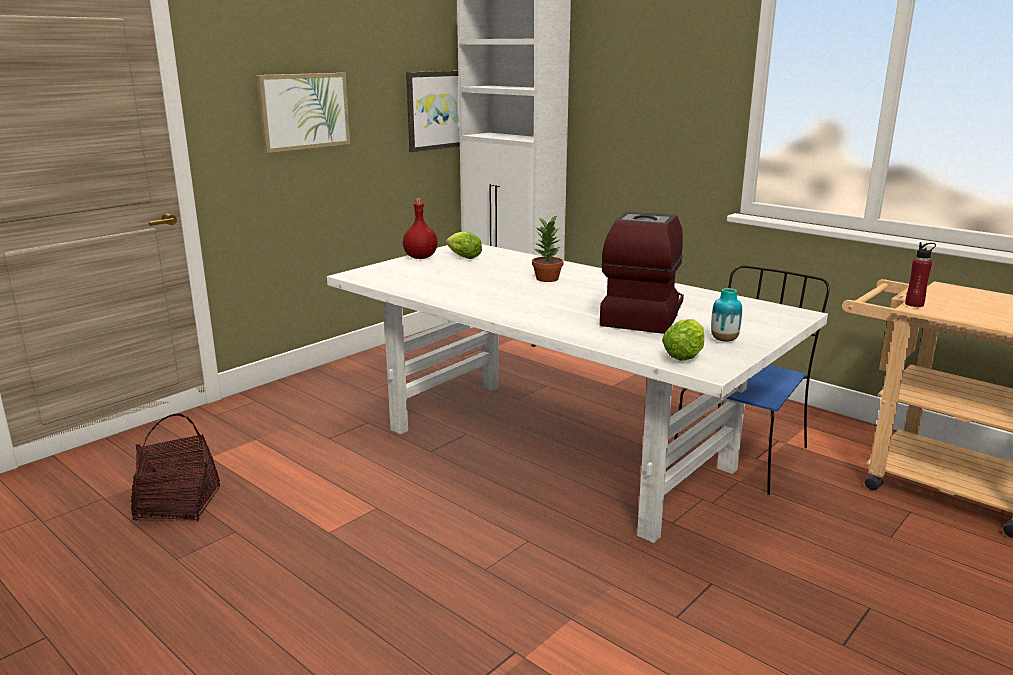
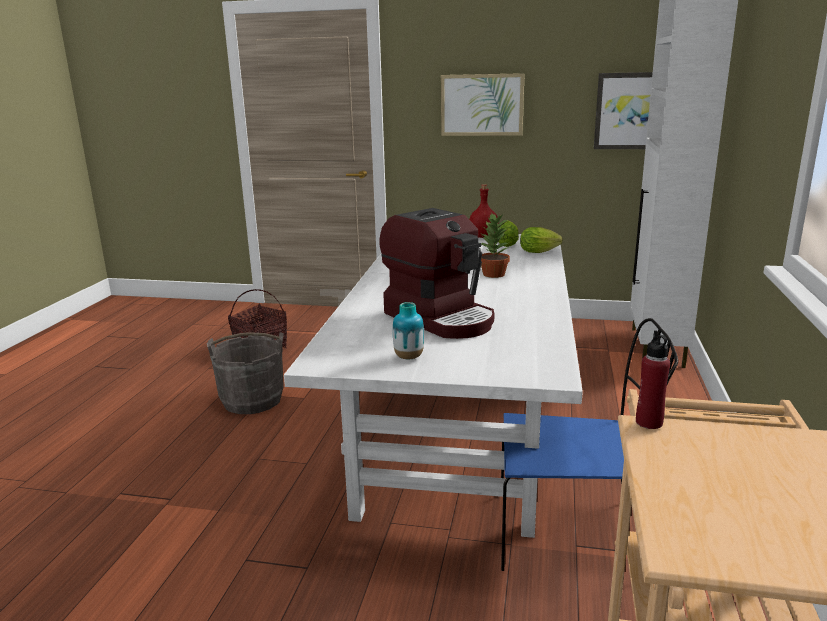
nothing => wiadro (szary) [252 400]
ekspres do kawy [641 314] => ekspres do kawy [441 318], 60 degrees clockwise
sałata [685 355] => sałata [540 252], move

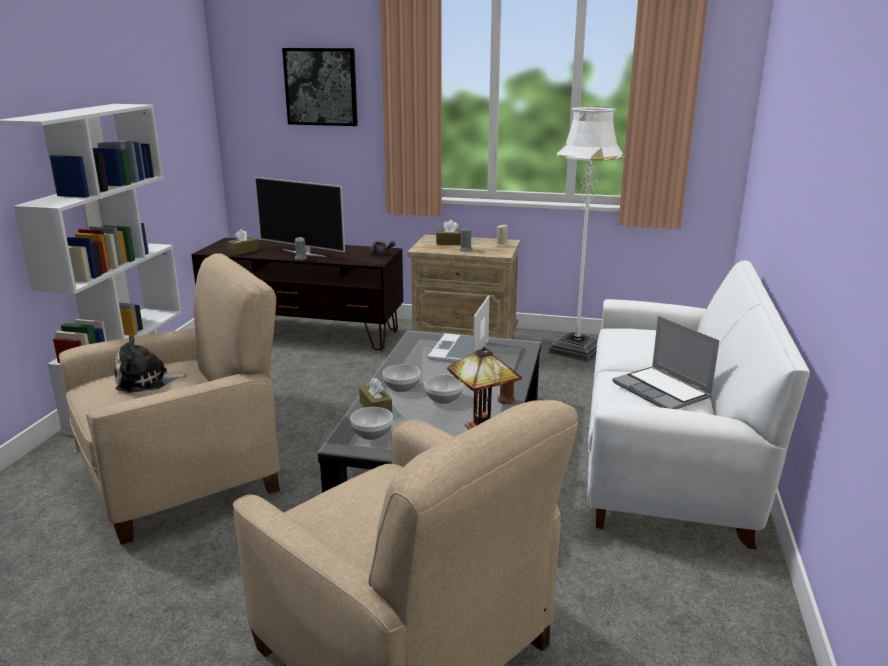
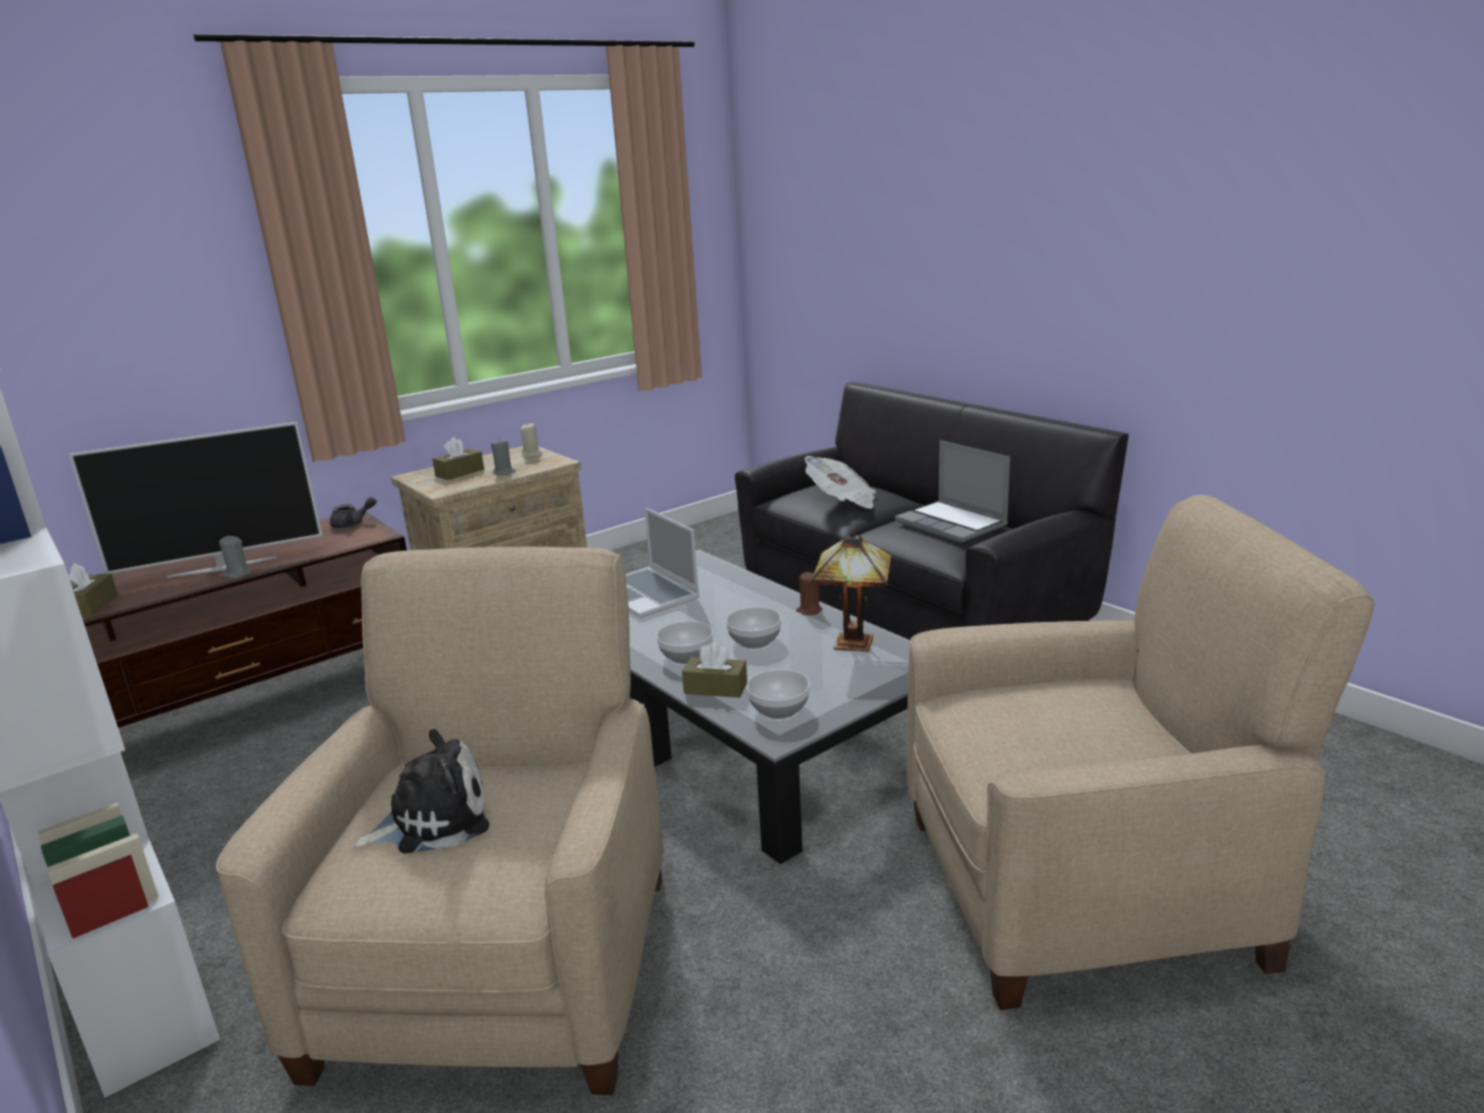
pluszak [146 381] => pluszak [433 820], 135 degrees counterclockwise
kanapa (biały) [667 459] => kanapa (czarny) [912 614]
nothing => gazeta [842 501]
laptop [663 391] => laptop [953 524], 45 degrees clockwise
obraz [321 87] => nothing
lampa stojąca (biały) [576 350] => nothing

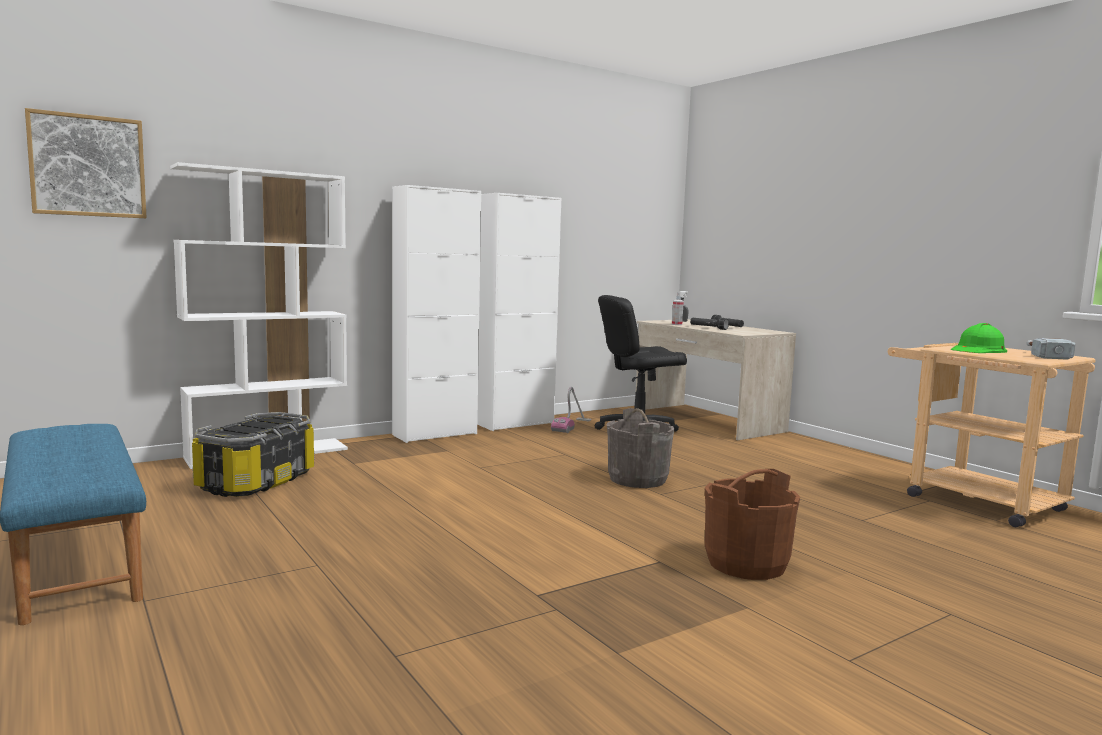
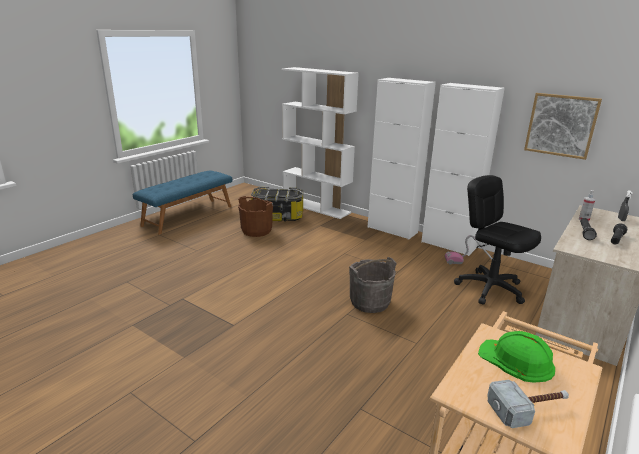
wiadro (brązowy) [746 563] => wiadro (brązowy) [256 231], move
obraz [88 166] => obraz [561 125], move

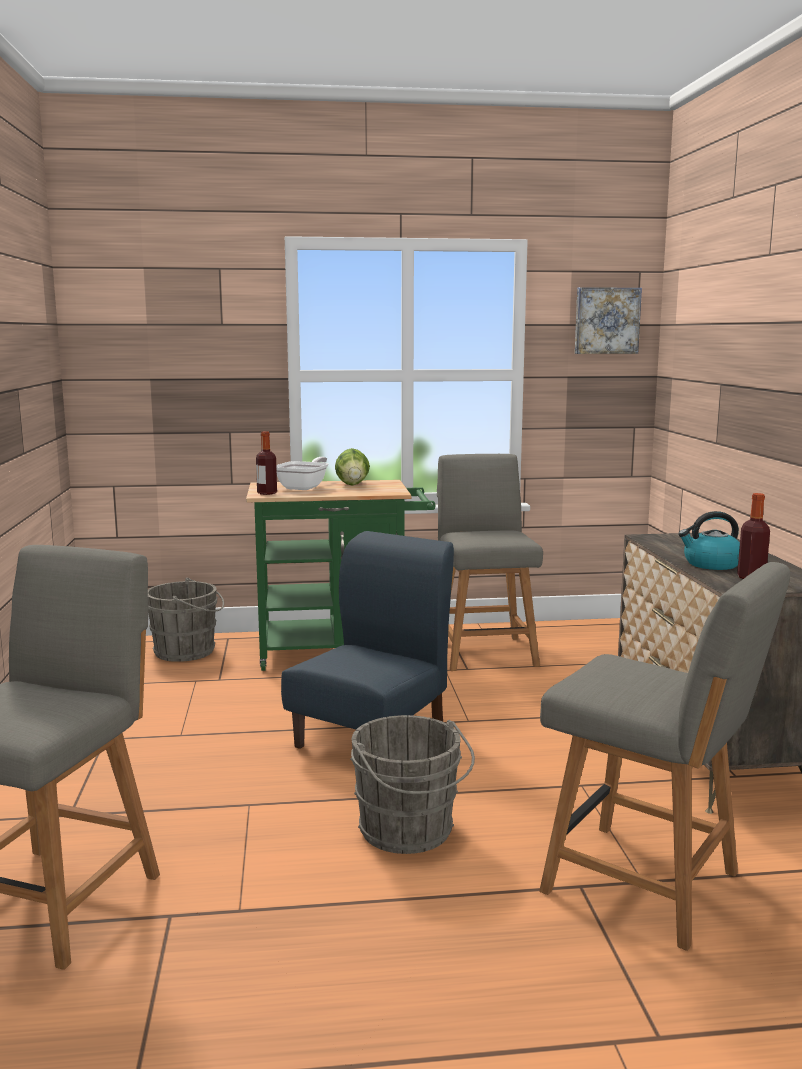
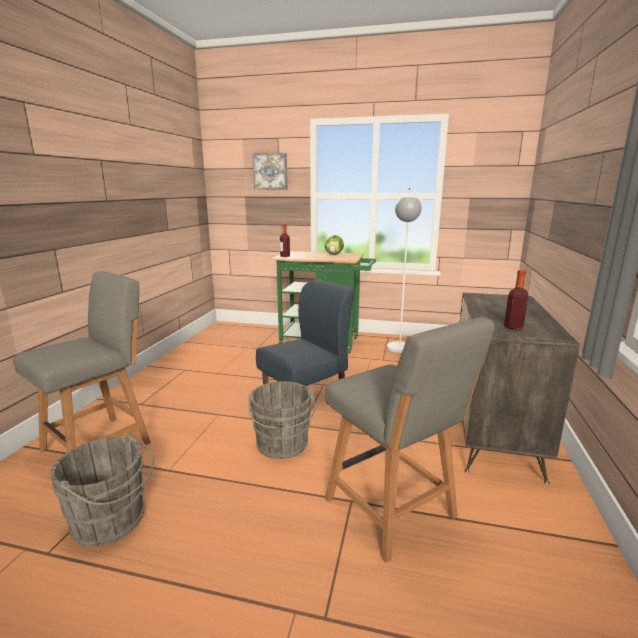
wiadro (szary) [188 651] => wiadro (szary) [112 522], move
obraz [606 321] => obraz [270 171], move
krzesło (szary) [484 651] => lampa stojąca (biały) [399 351]
patelnia [304 487] => nothing
czajnik [711 564] => nothing

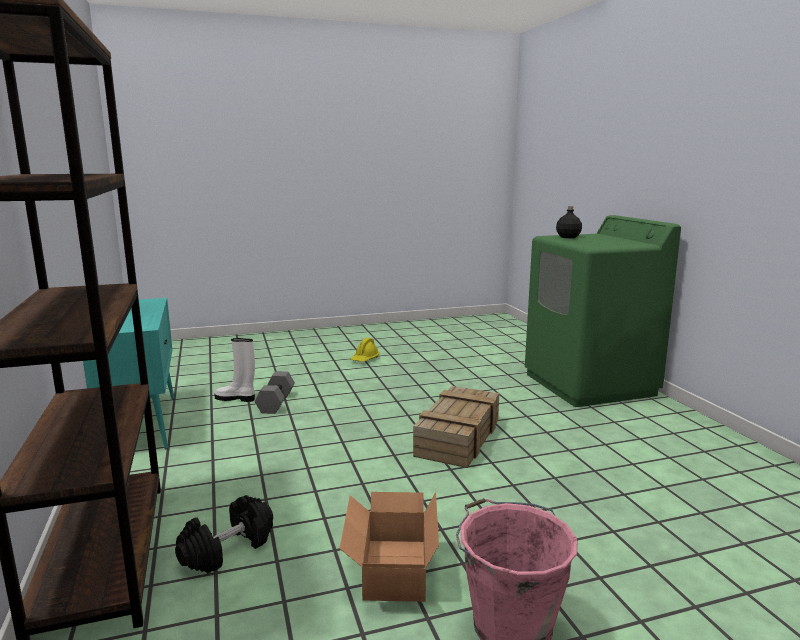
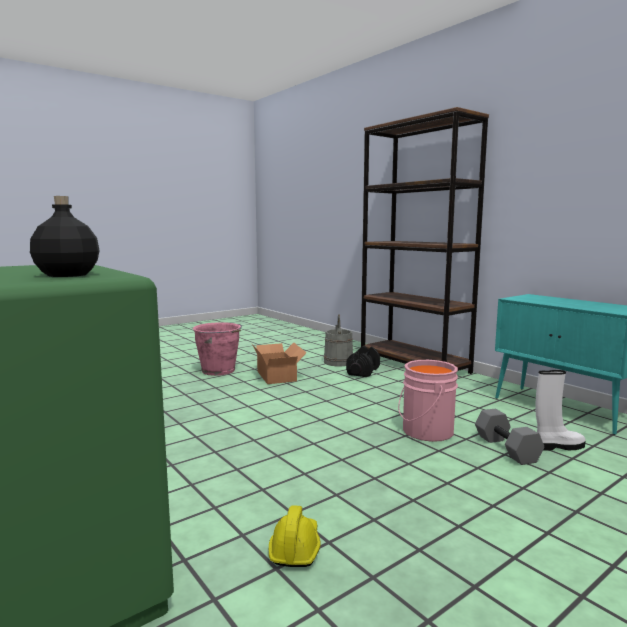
kask (żółty) [365 359] => kask (żółty) [295 547], move
nothing => wiadro (szary) [338 362]
nothing => wiadro (różowy) [425 431]
skrzynka [458 436] => nothing

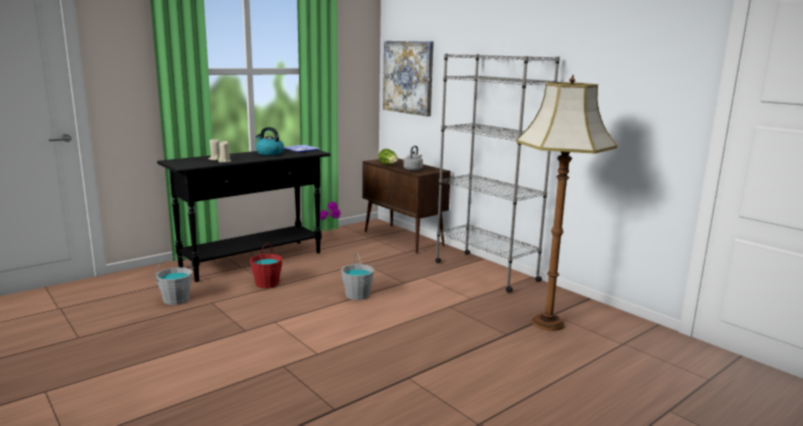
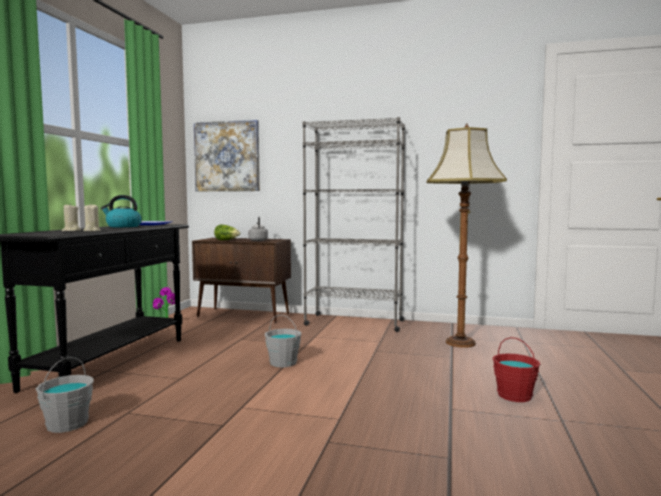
wiadro (czerwony) [267 283] => wiadro (czerwony) [514 395], move

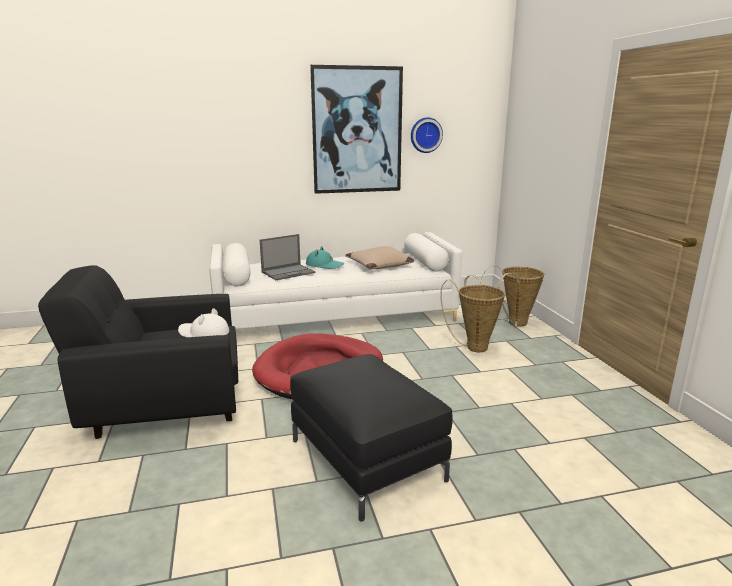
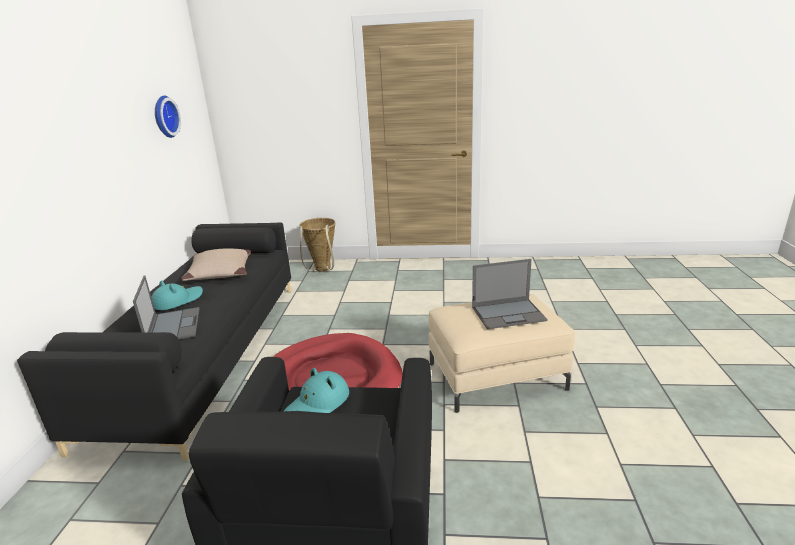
kanapa (biały) [336 316] => kanapa (czarny) [204 353]
kapelusz (biały) [204 333] => kapelusz (turkusowy) [317 404]
pufa (czarny) [366 459] => pufa (beżowy) [496 376]
nothing => laptop [509 313]
obraz [357 131] => nothing
koszyk [473 346] => nothing

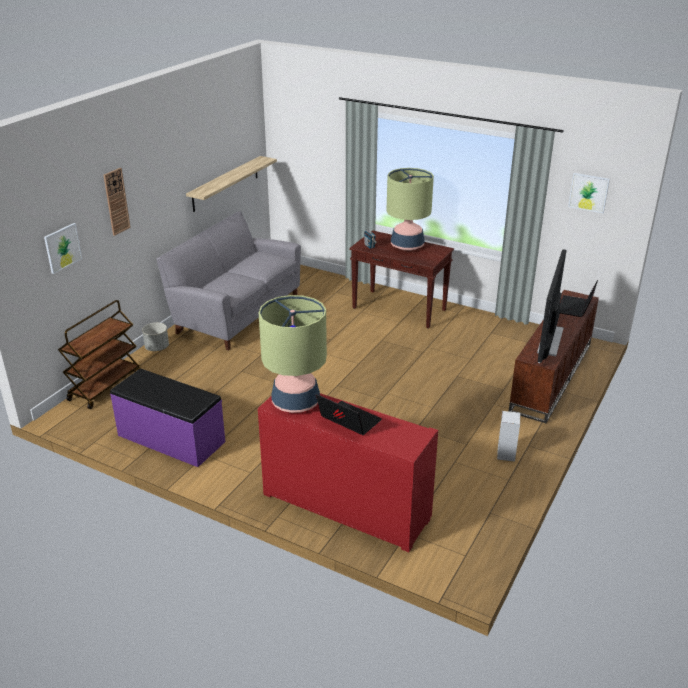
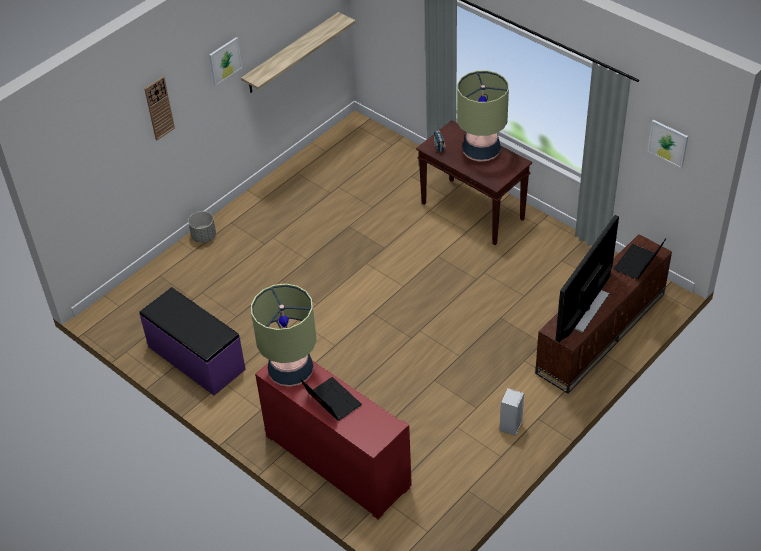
obraz [62 248] => obraz [225 60], move
wózek (brązowy) [105 386] => nothing
kanapa (szary) [236 313] => nothing

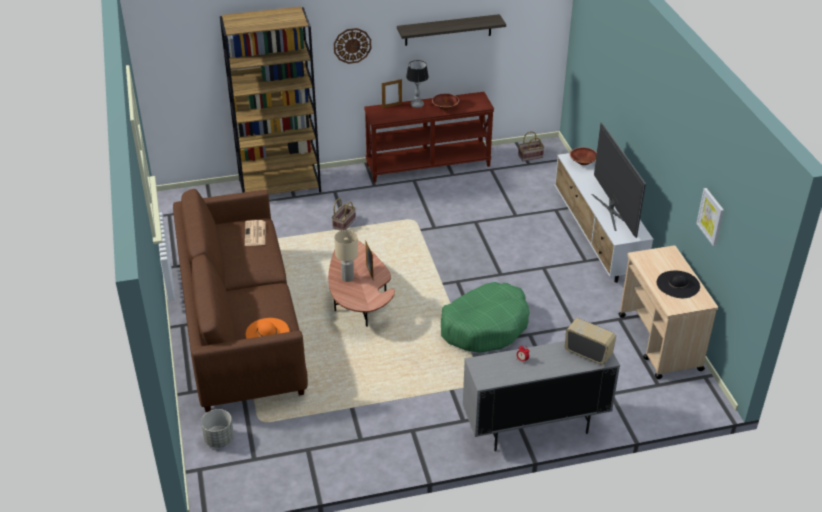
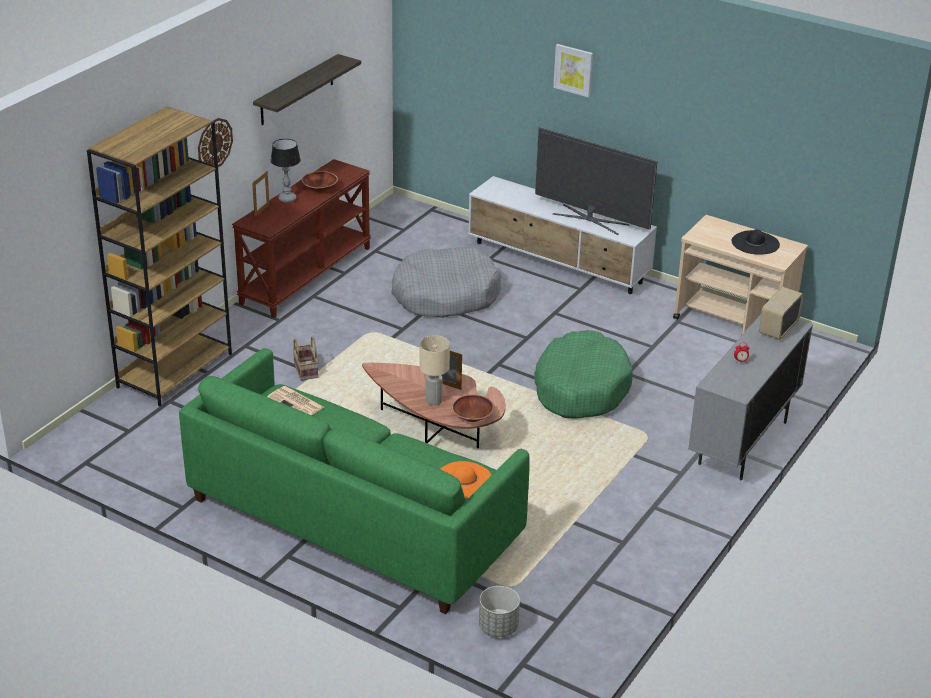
kanapa (brązowy) [240 326] => kanapa (zielony) [353 520]
nothing => legowisko (szary) [445 295]
miska (brązowy) [583 162] => miska (brązowy) [472 417], move
obraz [711 216] => obraz [573 70], move
radio [588 353] => radio [778 328], 45 degrees counterclockwise
koszyk [530 157] => nothing

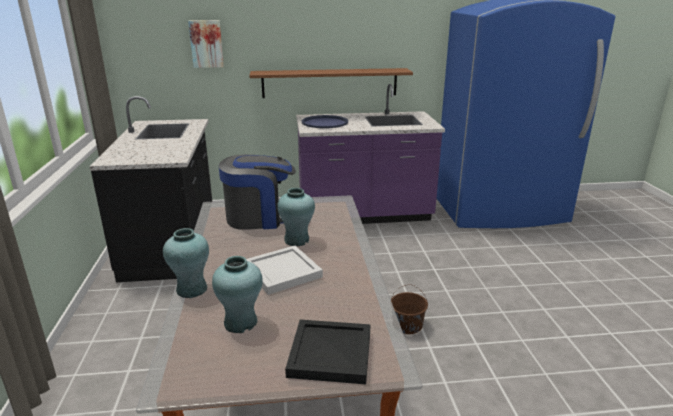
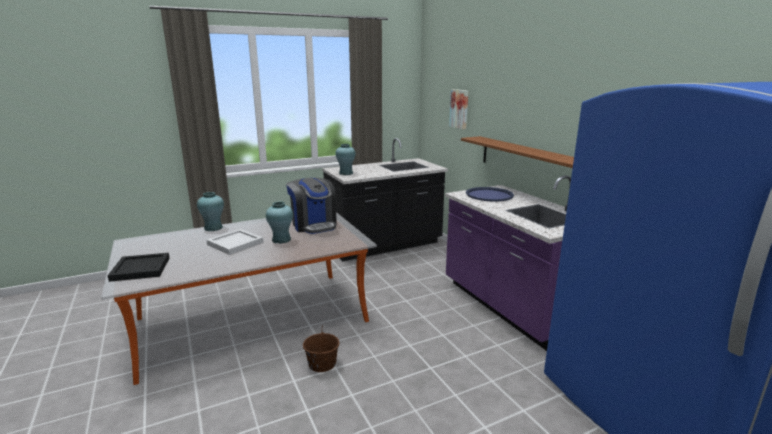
wazon (turkusowy) [241 322] => wazon (turkusowy) [346 173], move

